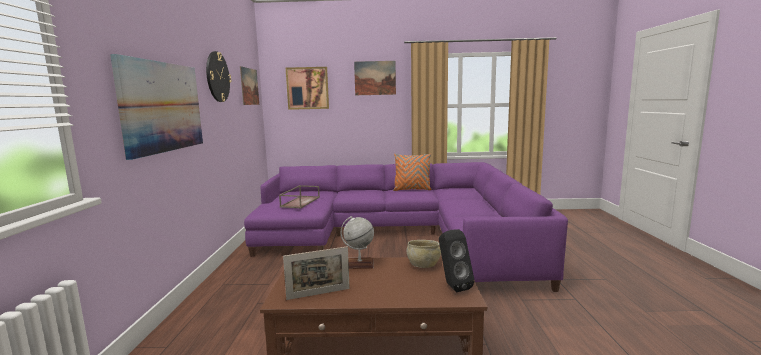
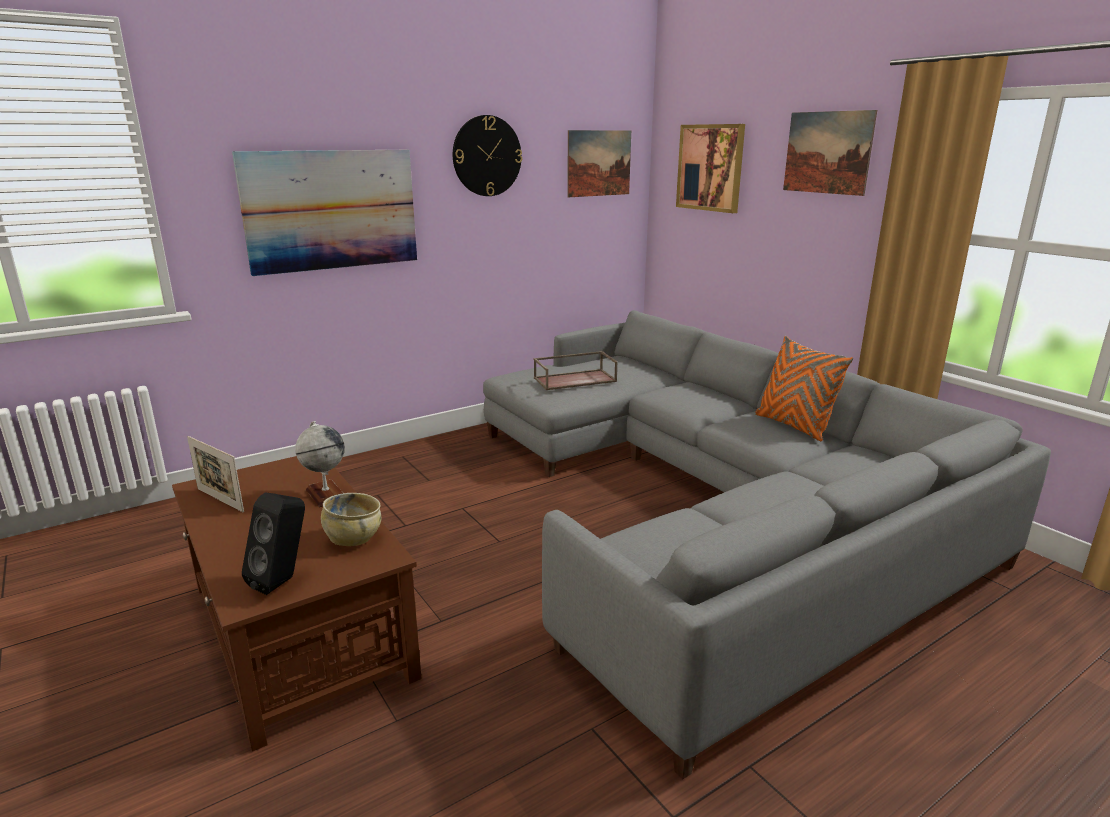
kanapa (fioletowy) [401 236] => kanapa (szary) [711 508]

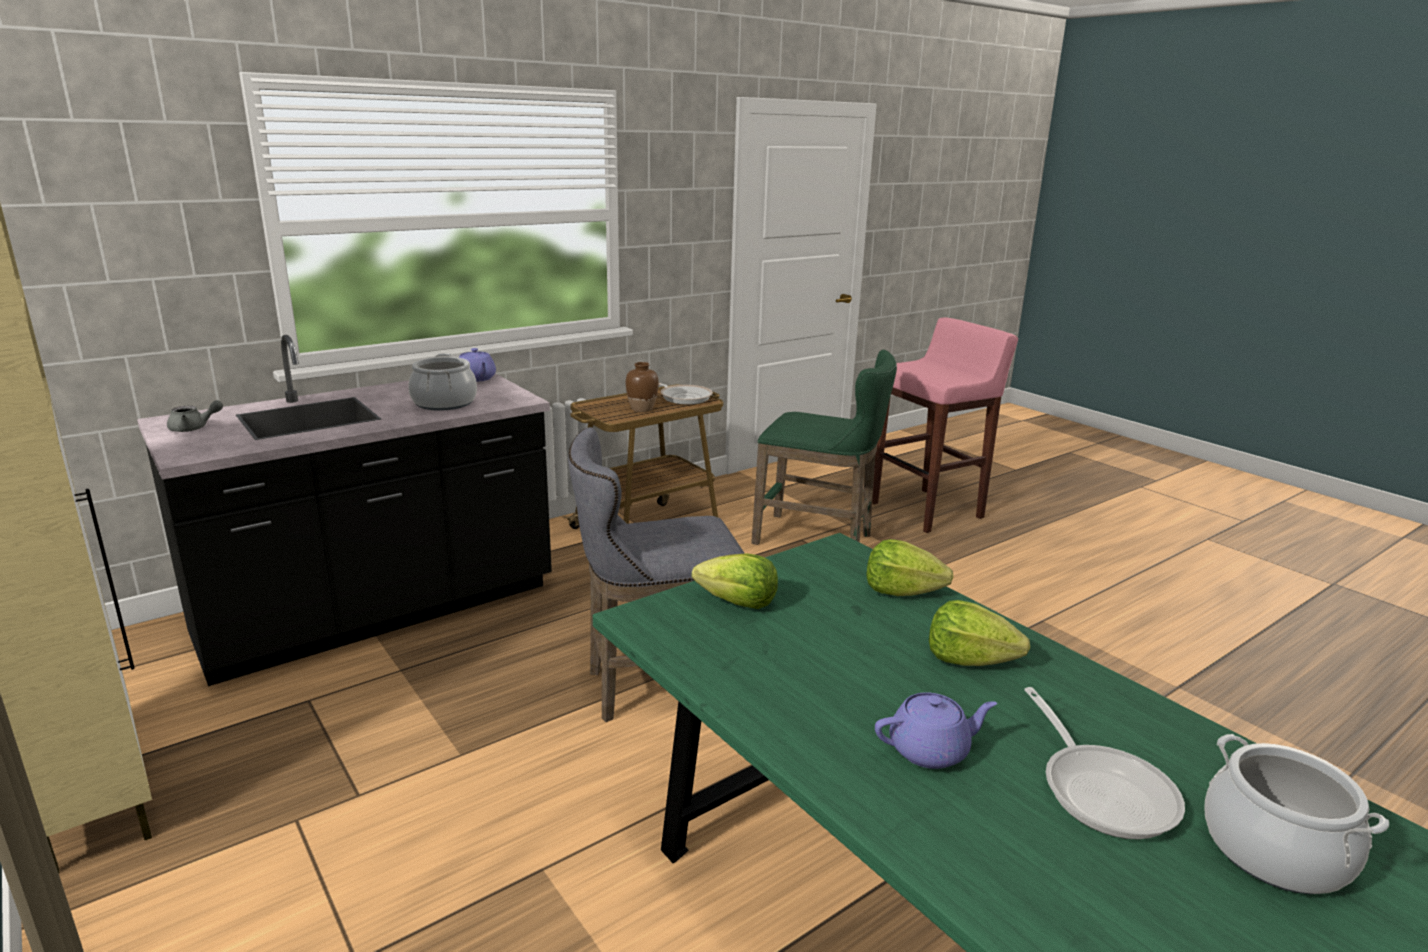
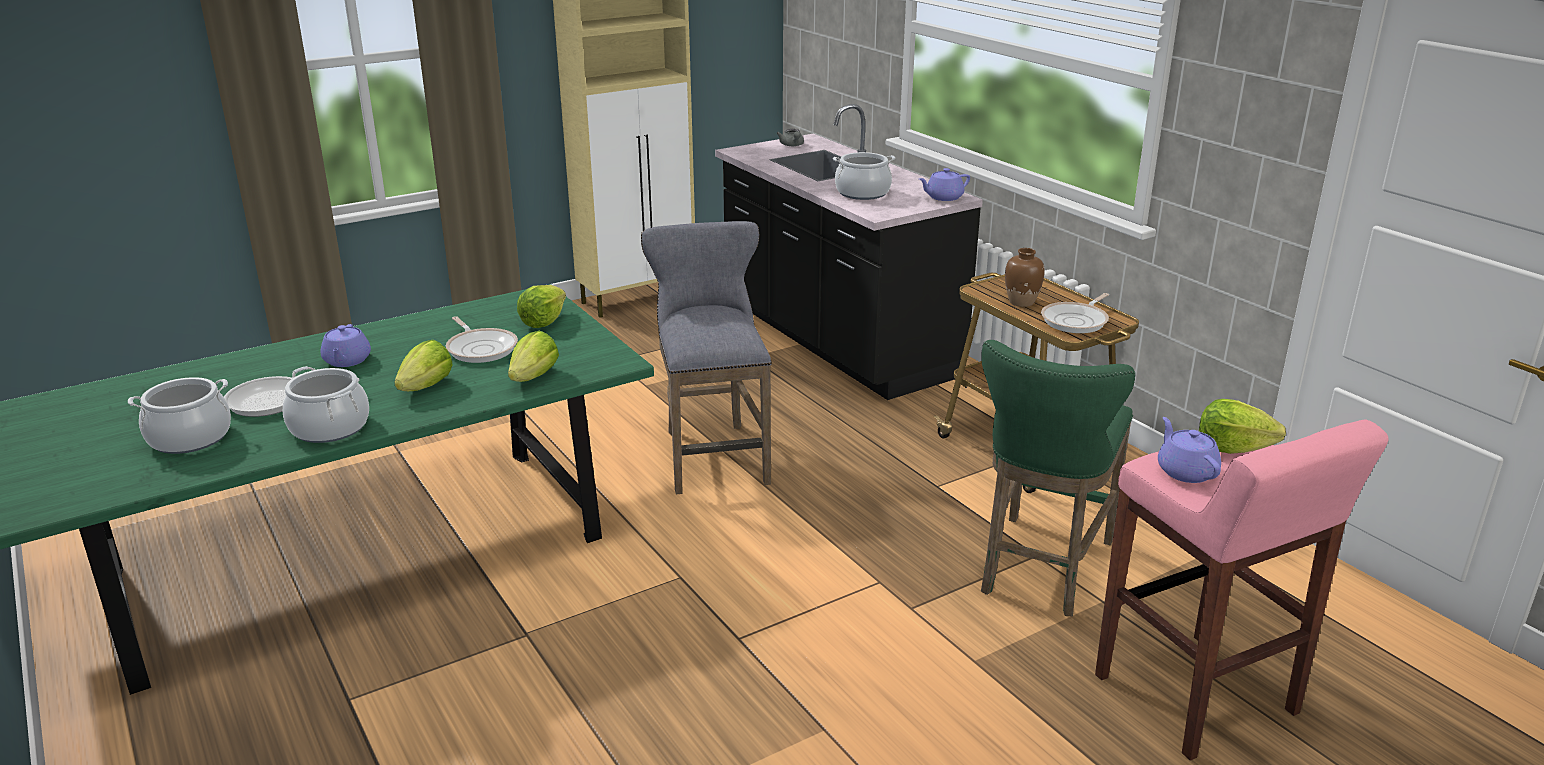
nothing => garnek [330 427]
nothing => patelnia [481 348]
nothing => imbryk (fioletowy) [1185 471]
nothing => sałata [1232 448]

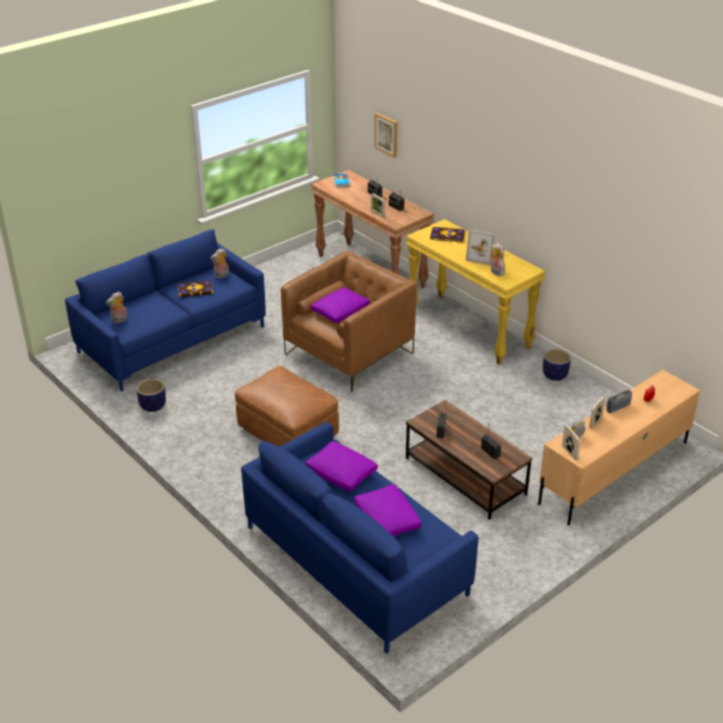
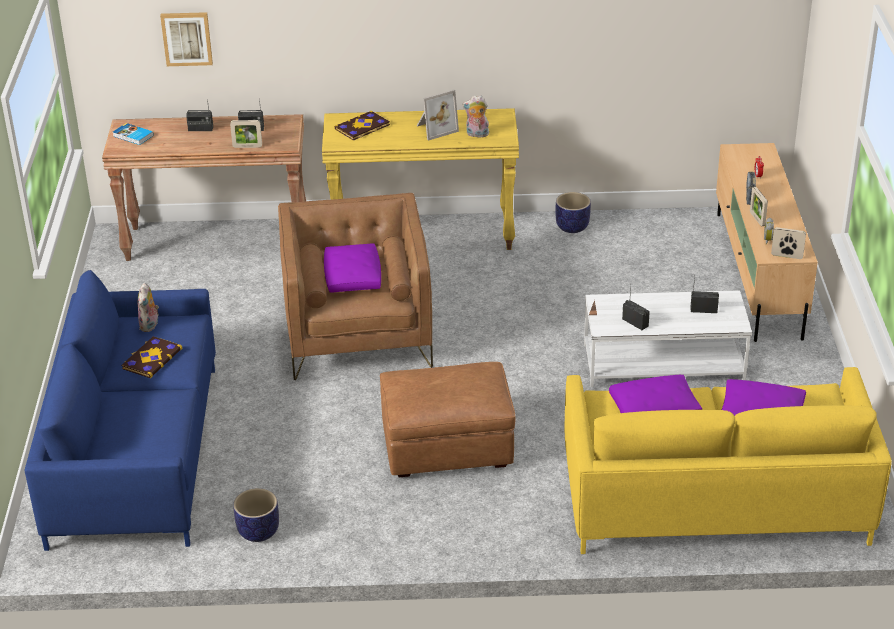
kanapa (niebieski) [355 560] => kanapa (żółty) [714 500]
ława (brązowy) [464 476] => ława (biały) [662 364]
pluszak [119 320] => nothing

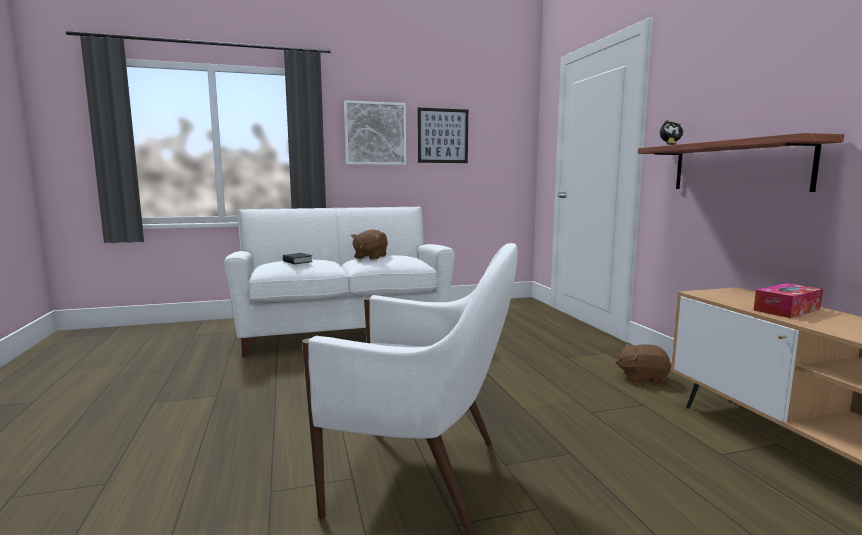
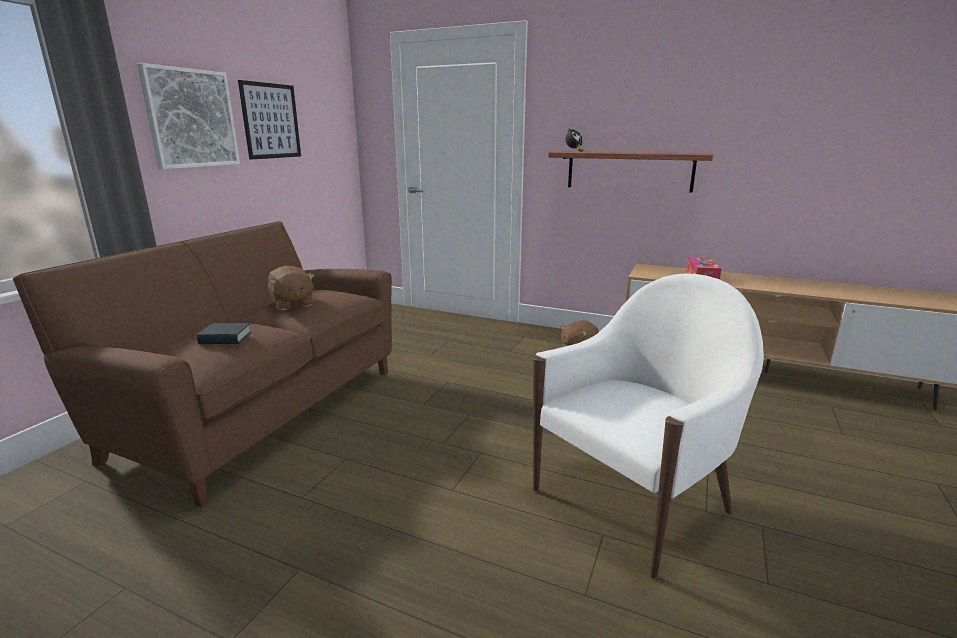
kanapa (biały) [343 331] => kanapa (brązowy) [260 410]

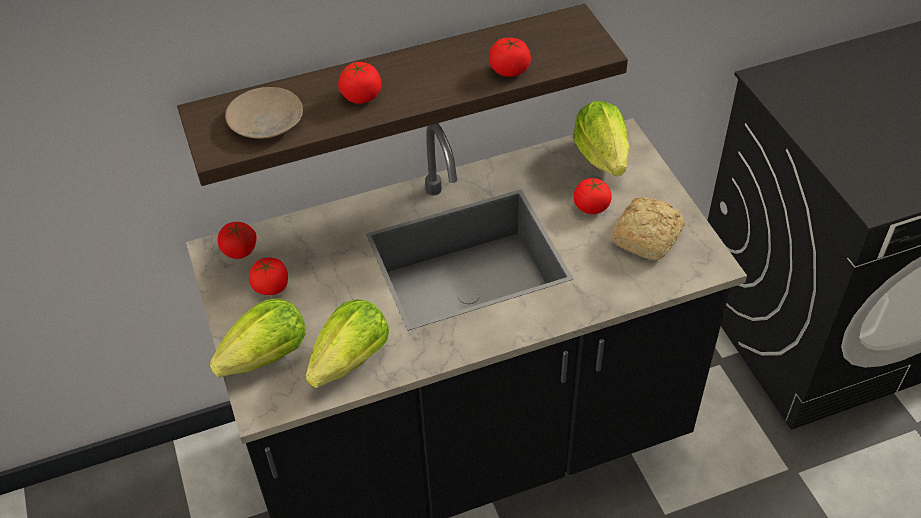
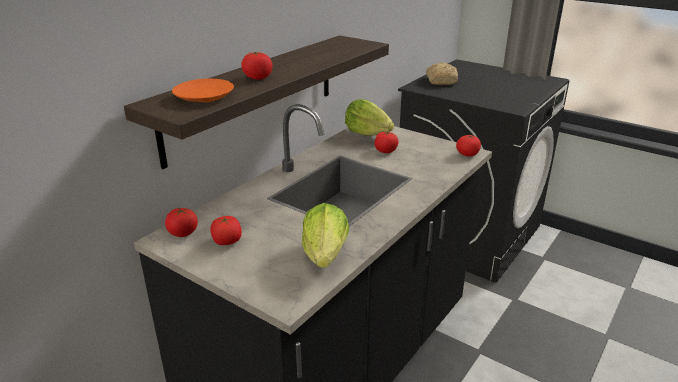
talerz (beżowy) [266 121] => talerz (pomarańczowy) [205 97]
chleb [648 236] => chleb [441 81], move
pomidor [509 70] => pomidor [467 154], move
sałata [267 356] => nothing

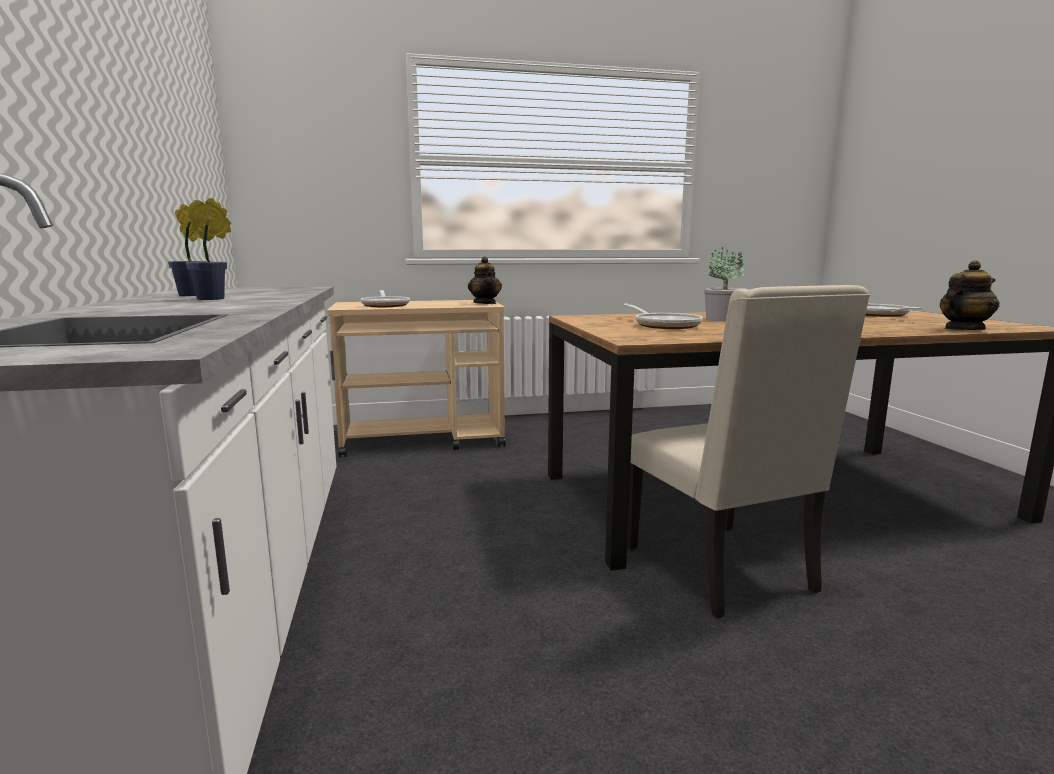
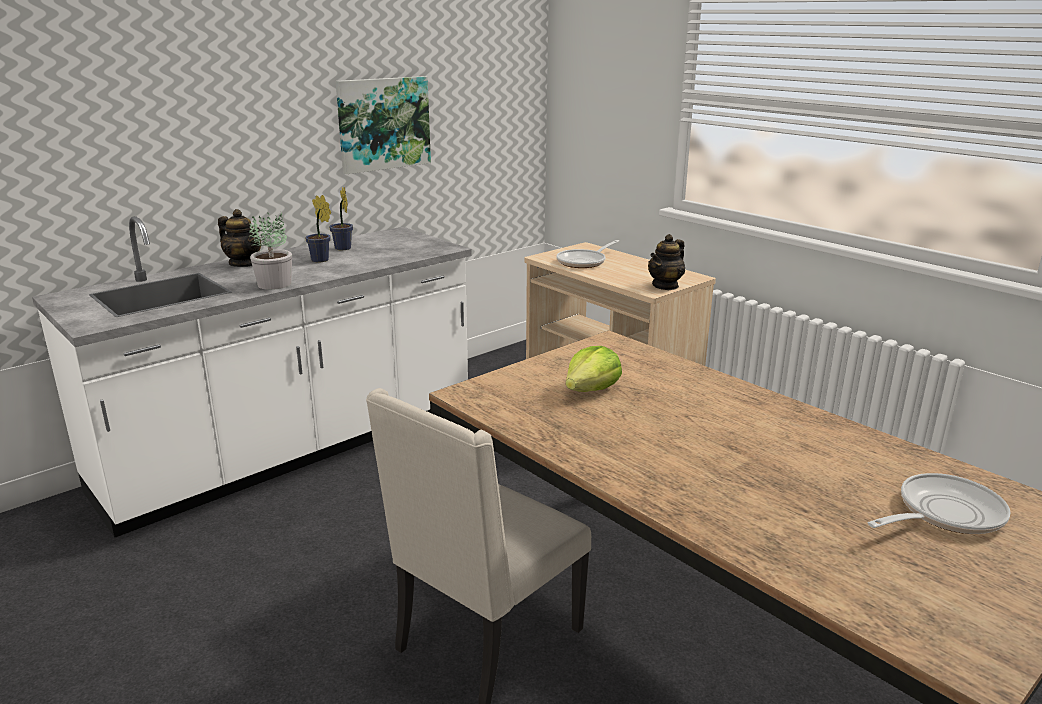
imbryk [963 329] => imbryk [244 264], move
roślina doniczkowa [721 319] => roślina doniczkowa [275 284], move
nothing => obraz [383 123]
patelnia [664 325] => sałata [591 390]

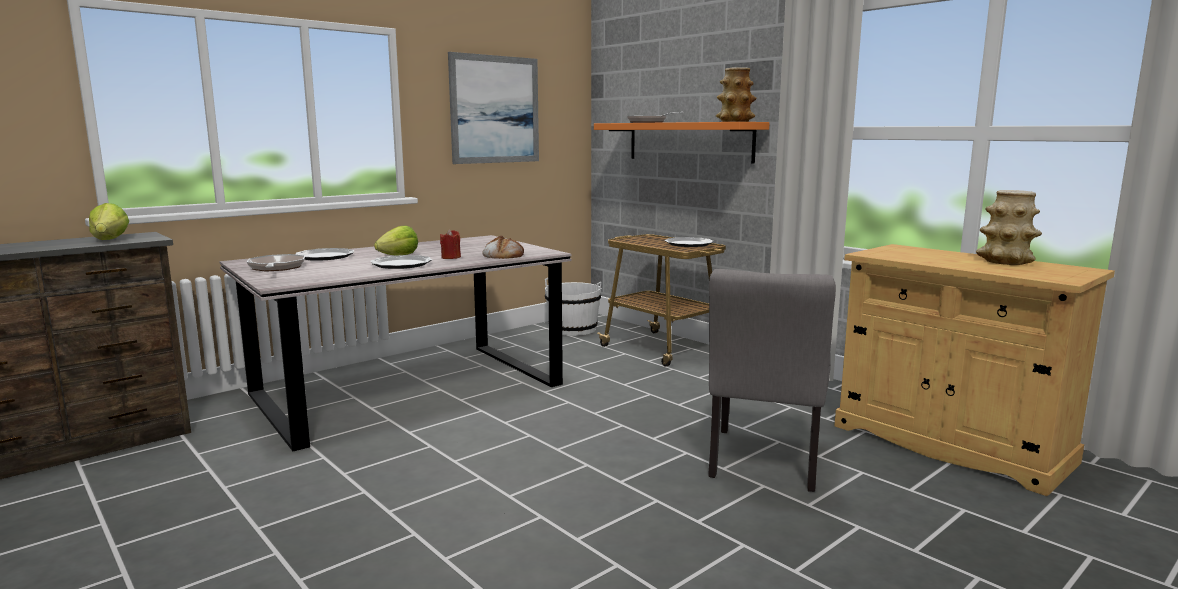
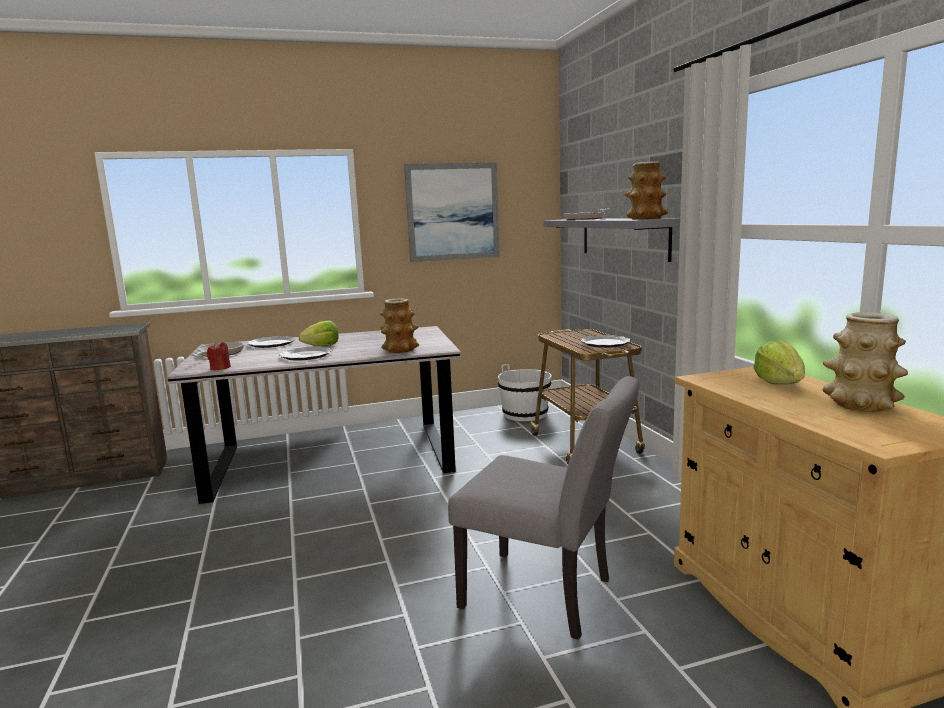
świeca (czerwony) [451 257] => świeca (czerwony) [220 368], move
chleb [503 255] => wazon [400 350]
krzesło (szary) [763 464] => krzesło (szary) [548 596], 105 degrees counterclockwise
półka (pomarańczowy) [689 141] => półka (szary) [623 237]
sałata [110 240] => sałata [780 384], move

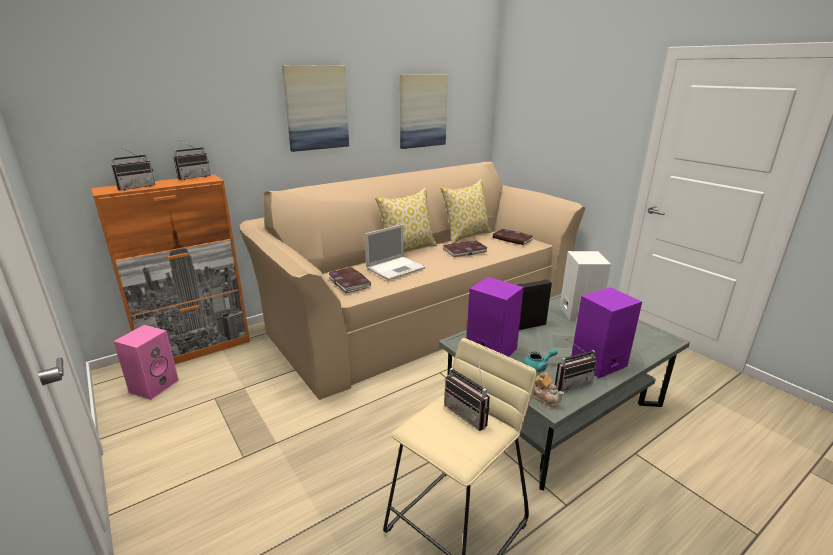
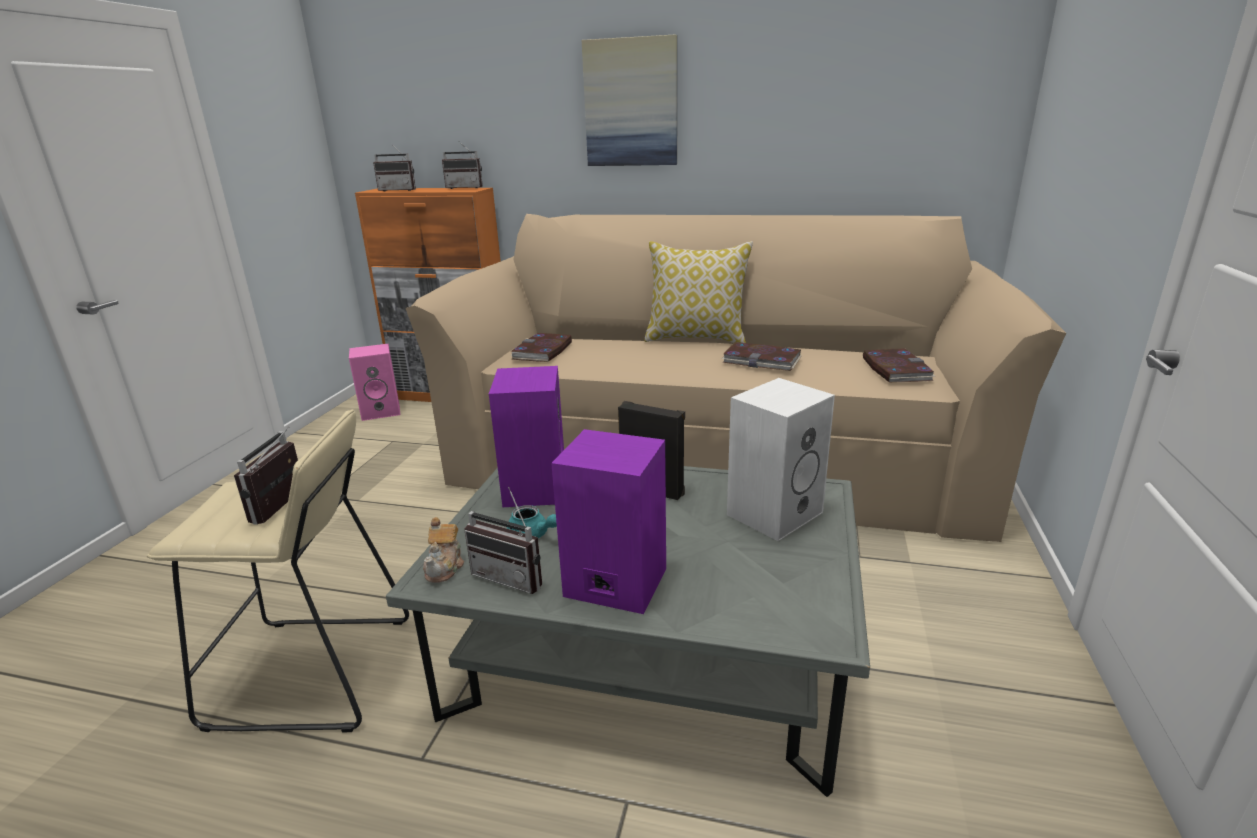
laptop [396 268] => nothing
obraz [422 111] => nothing
poduszka [466 236] => nothing

